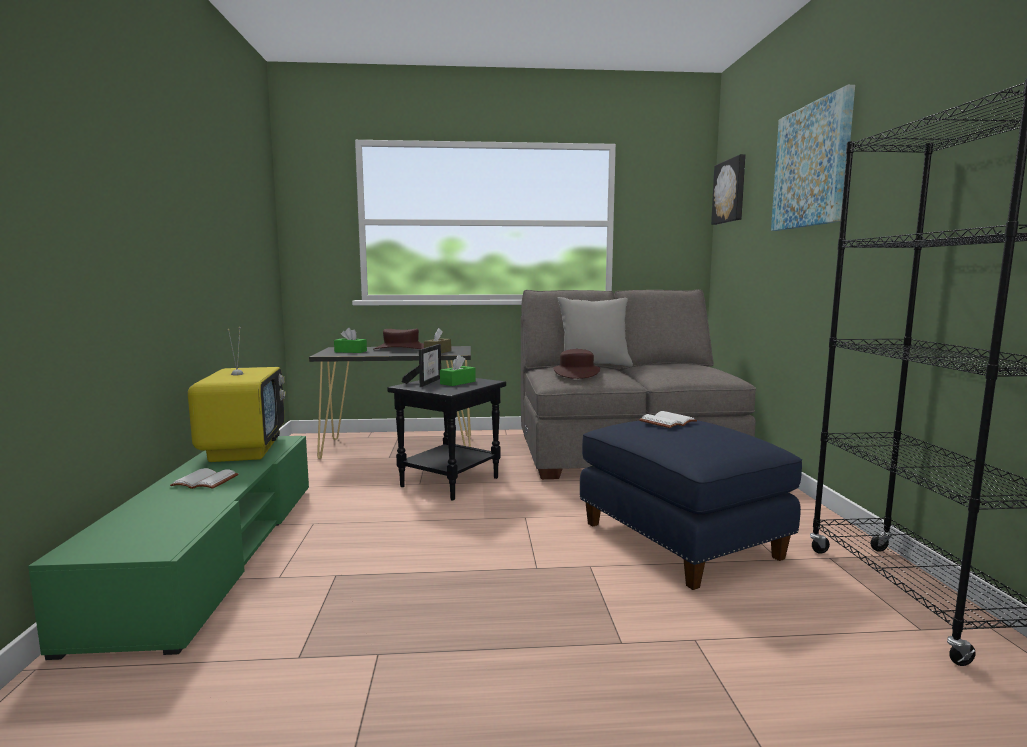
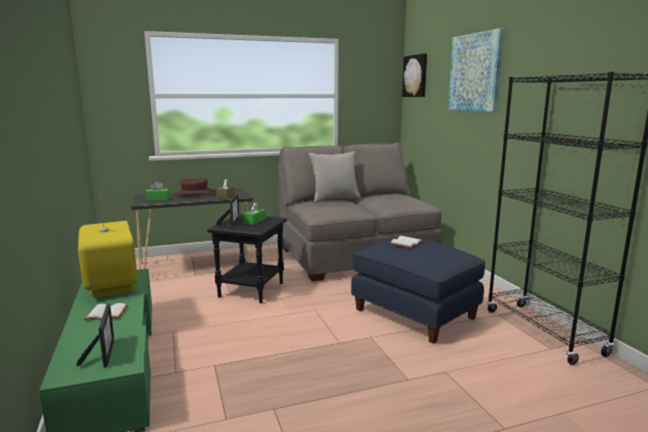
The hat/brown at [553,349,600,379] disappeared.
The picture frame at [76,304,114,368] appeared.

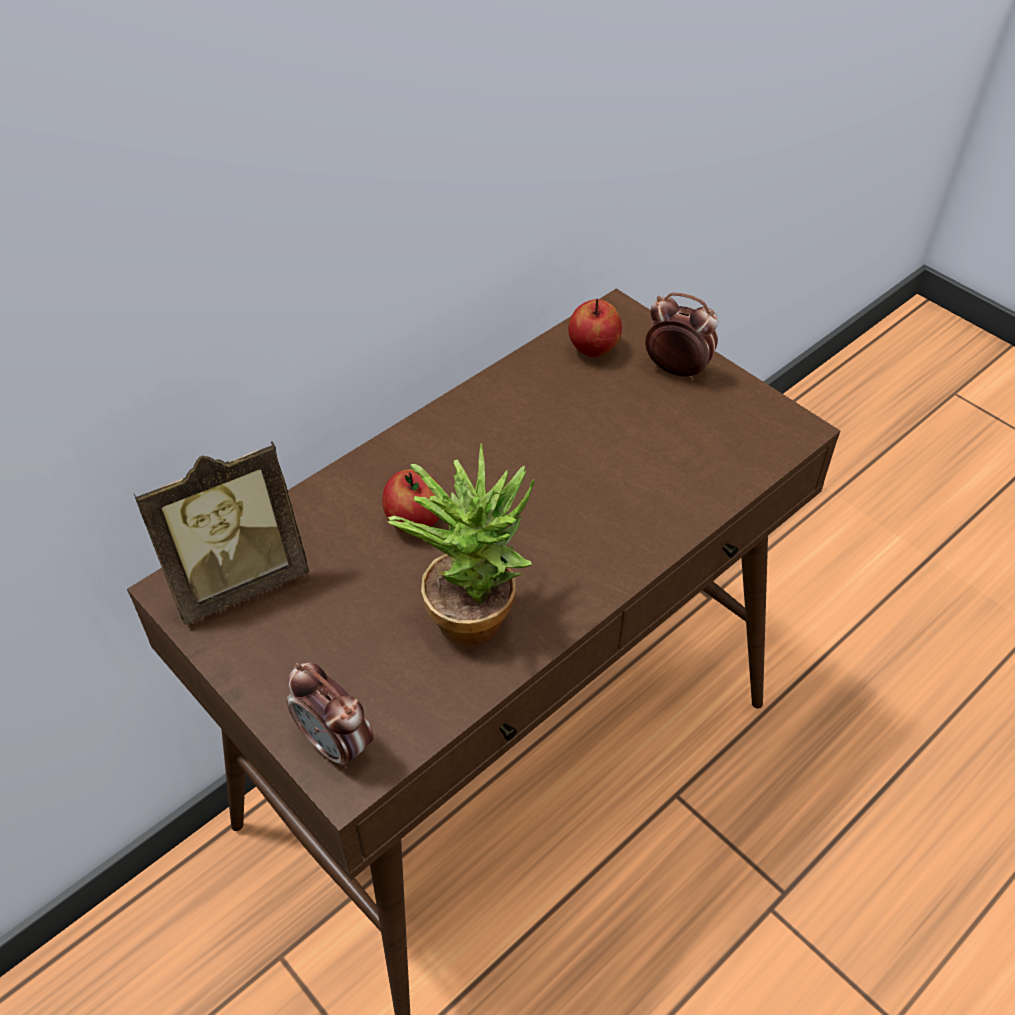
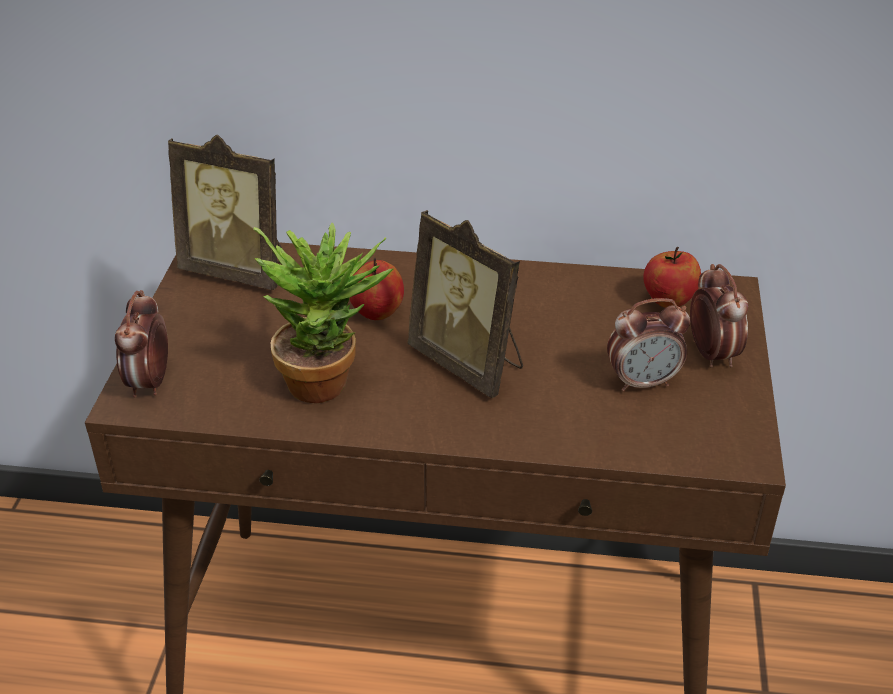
The picture frame at [407,210,523,398] appeared.
The alarm clock at [607,298,690,392] appeared.

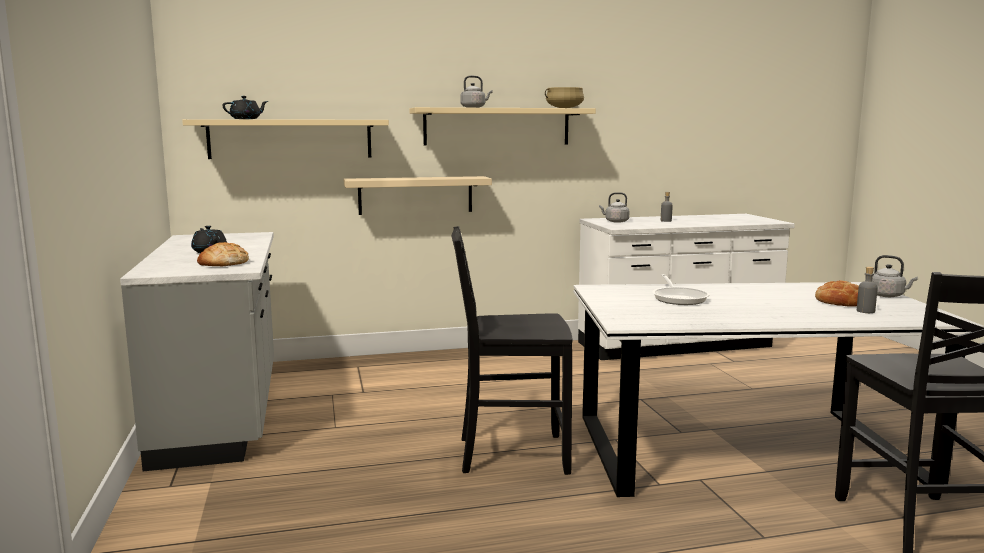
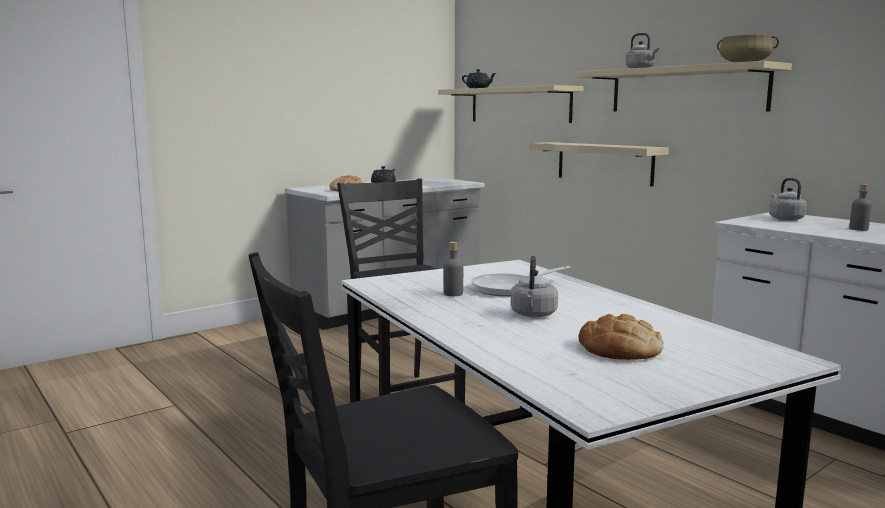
The bottle/grey moved from [857,267,878,313] to [443,242,463,296].
The kettle/grey moved from [872,255,918,297] to [511,256,558,317].

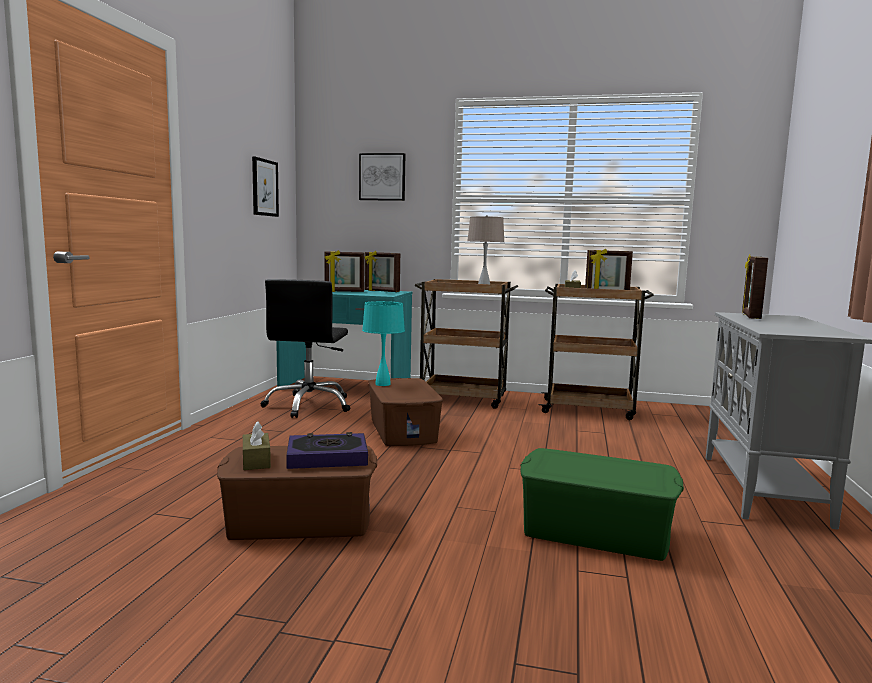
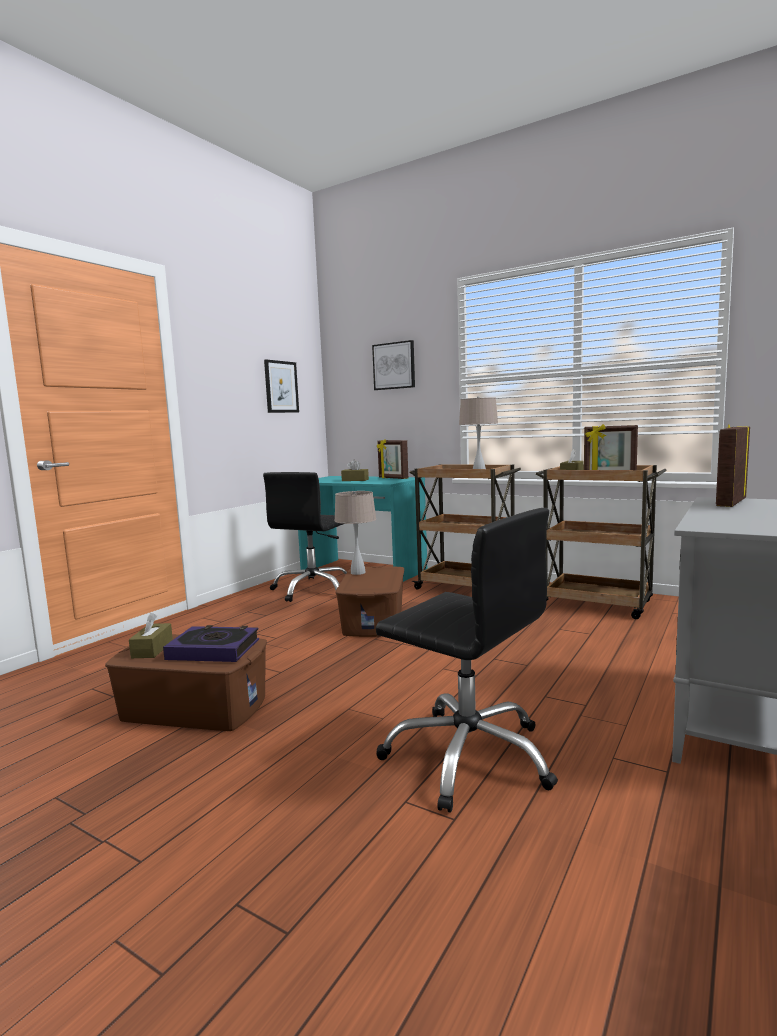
The picture frame at [324,250,365,292] was replaced by the tissue box/brown at [341,460,369,481].
The table lamp/turquoise at [362,301,405,386] became the table lamp/beige at [335,491,376,575].
The storage box/green at [520,448,684,561] was replaced by the office chair/black at [376,508,558,813].

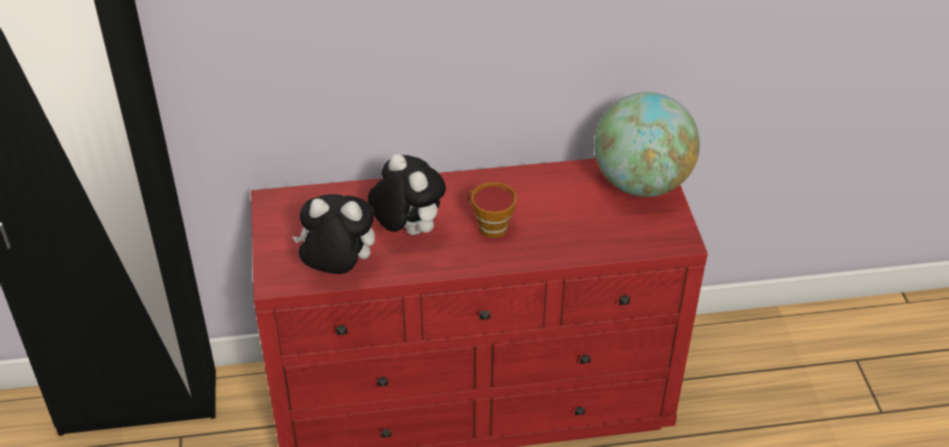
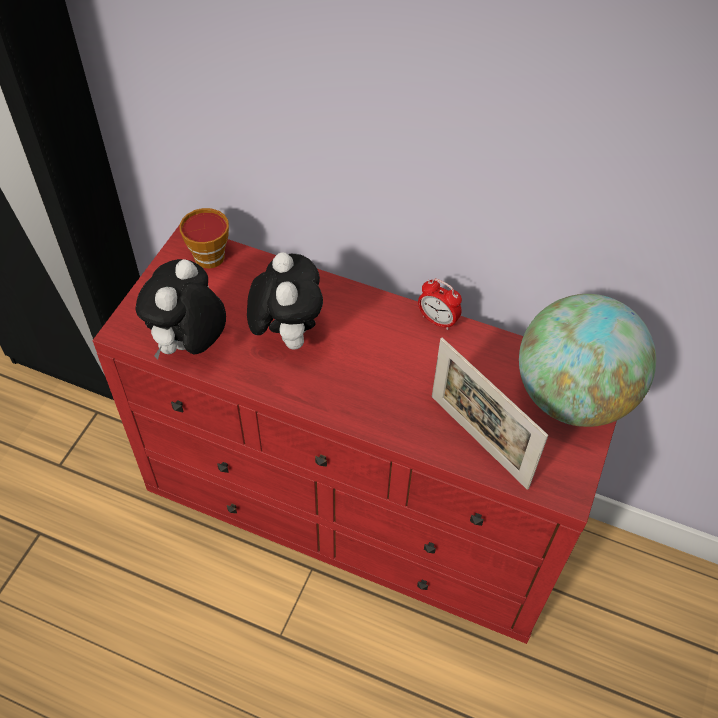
The plush toy at [292,194,375,274] turned 105 degrees counterclockwise.
The cup moved from [467,182,517,238] to [180,208,229,268].
The alarm clock at [418,279,462,330] appeared.
The picture frame at [432,338,548,490] appeared.

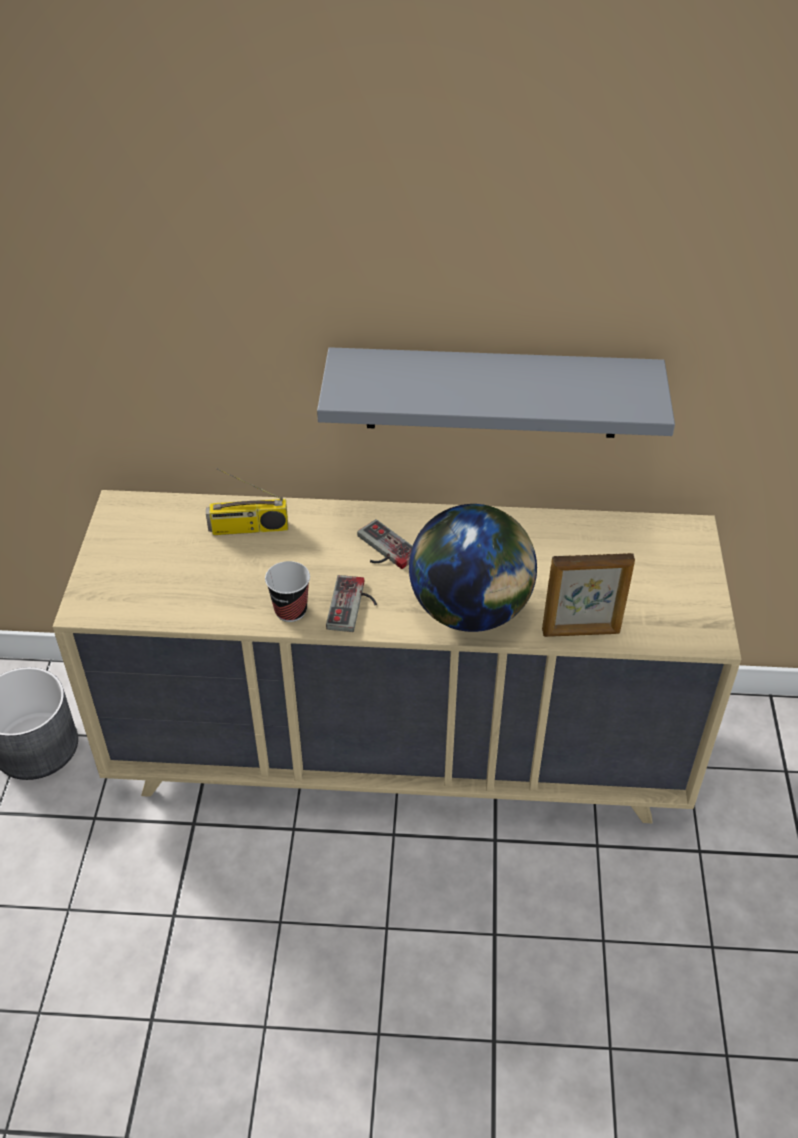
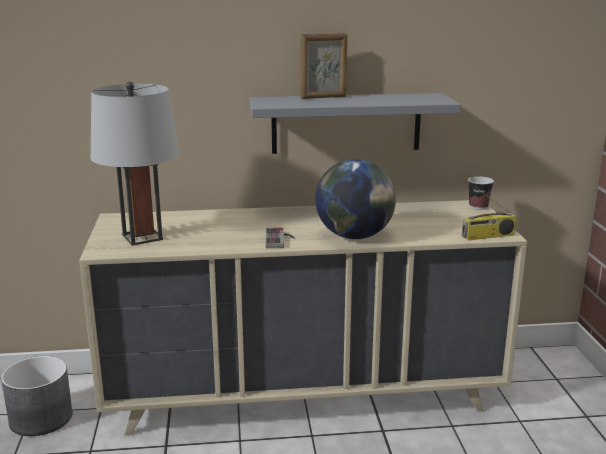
The radio moved from [206,468,288,535] to [462,187,516,240].
The cup moved from [265,561,310,622] to [468,176,494,210].
The game controller at [357,519,413,569] disappeared.
The picture frame moved from [542,553,635,637] to [300,33,348,99].
The table lamp/grey at [90,82,180,246] appeared.

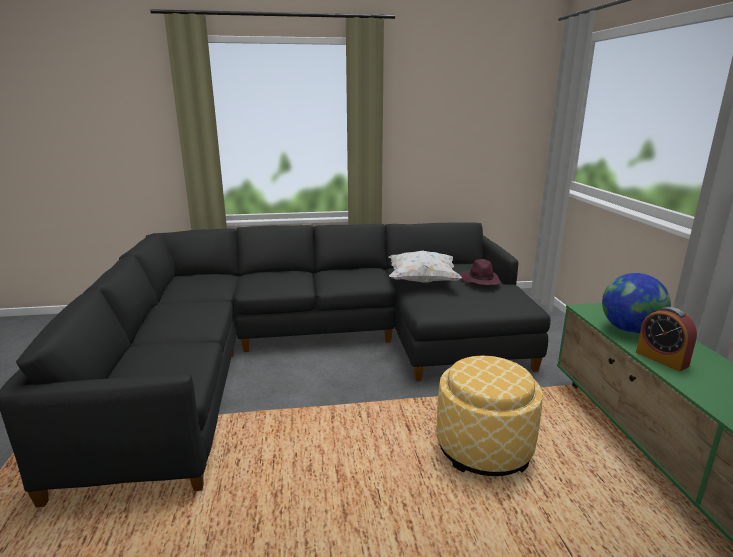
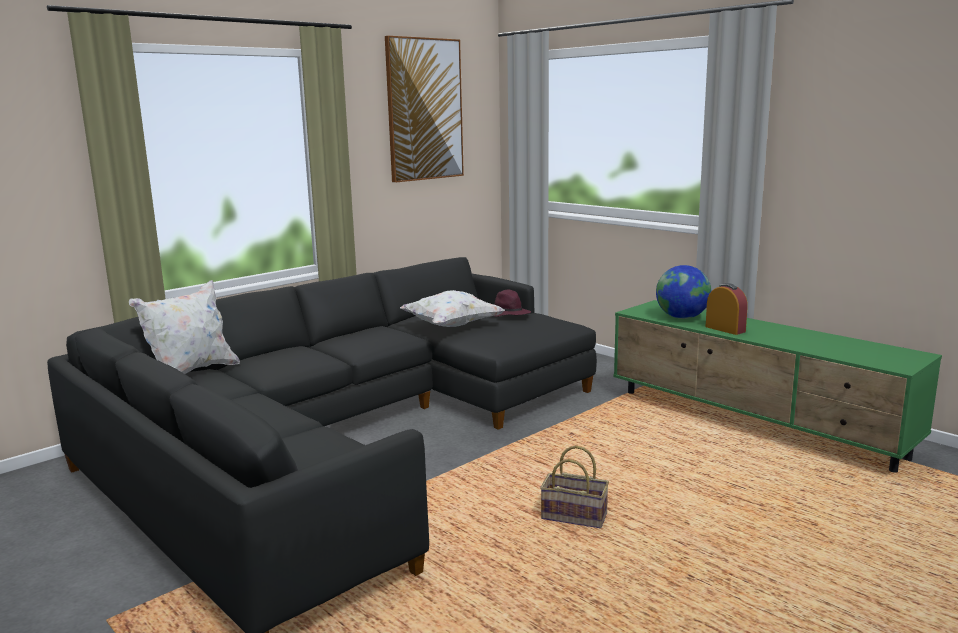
The ottoman at [437,356,543,476] disappeared.
The alarm clock at [636,307,697,371] turned 150 degrees counterclockwise.
The pillow/white at [129,280,240,374] appeared.
The picture at [385,36,464,183] appeared.
The basket at [540,445,609,528] appeared.

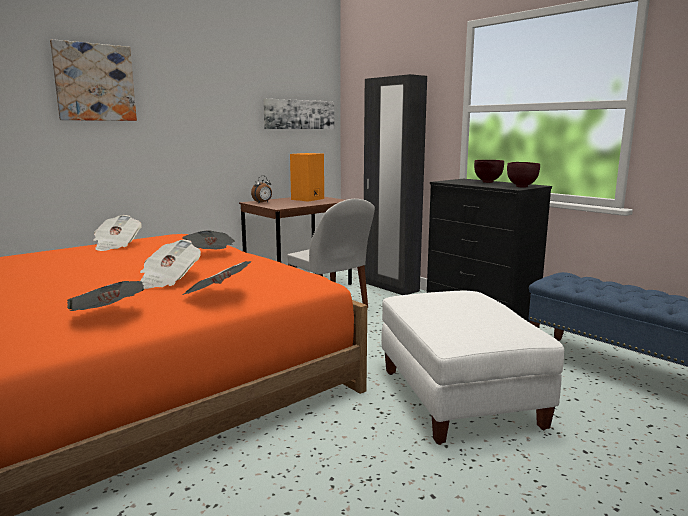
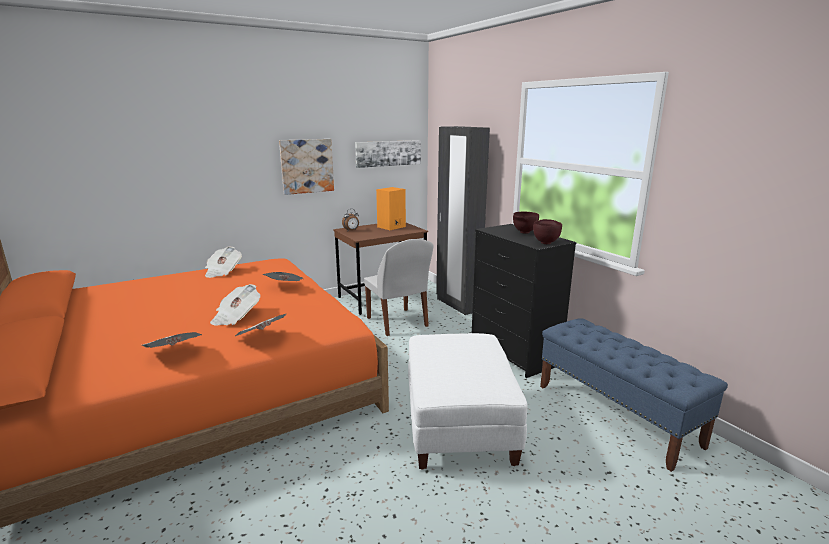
The picture moved from [50,39,137,121] to [279,139,334,195].

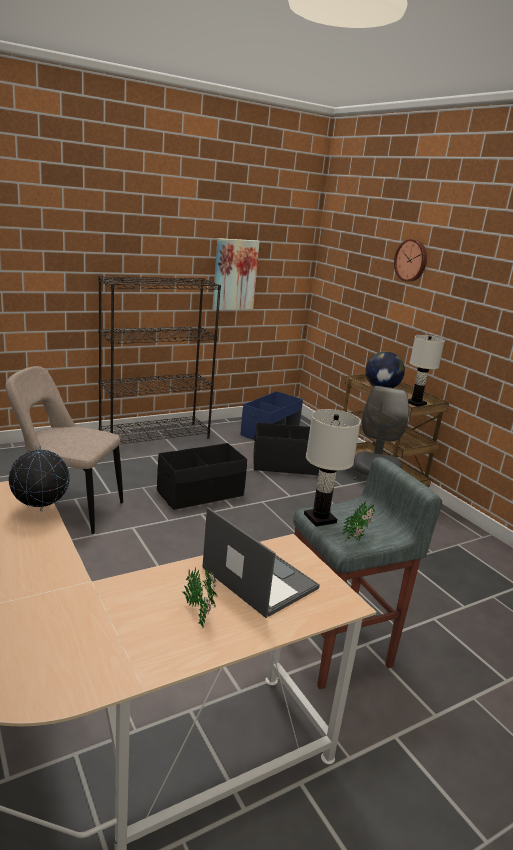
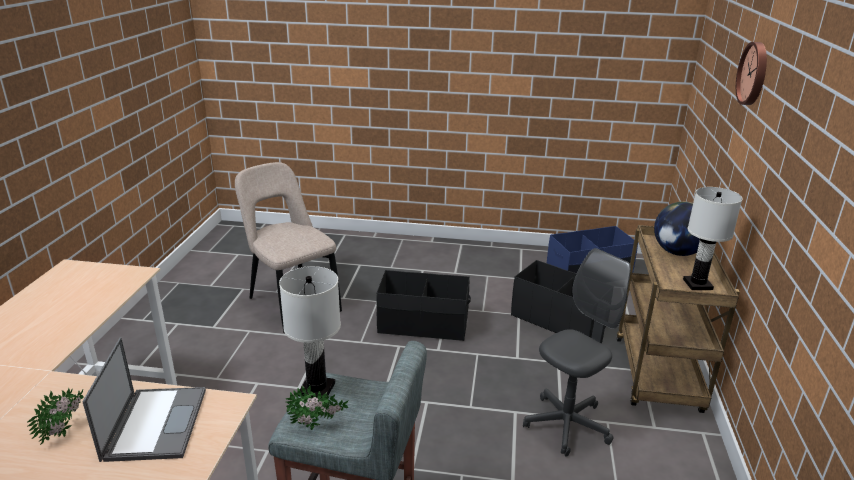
The globe at [9,446,70,511] disappeared.
The bookcase/black at [98,276,221,444] disappeared.
The picture at [212,238,260,310] disappeared.

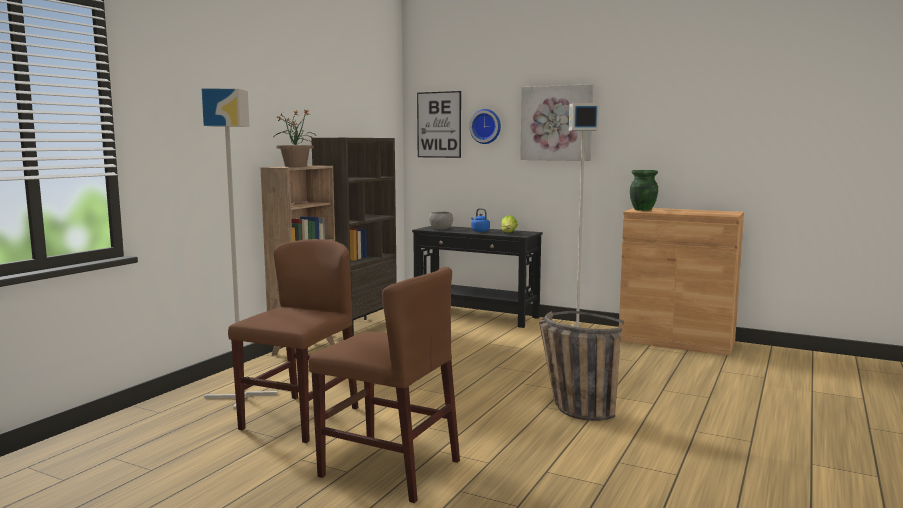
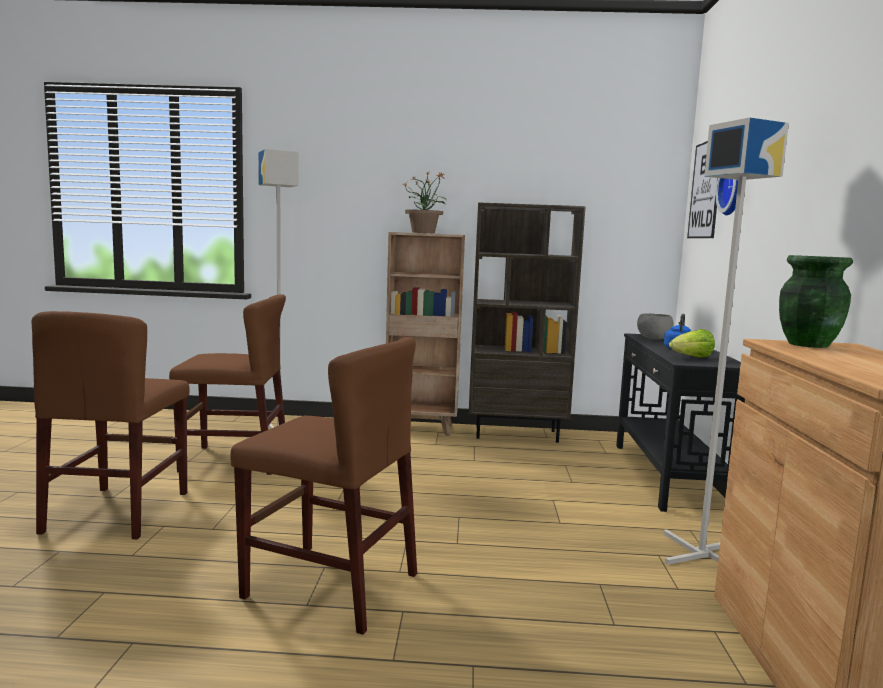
The picture at [520,84,594,161] disappeared.
The basket at [539,311,624,421] was replaced by the chair/brown at [230,337,417,635].

